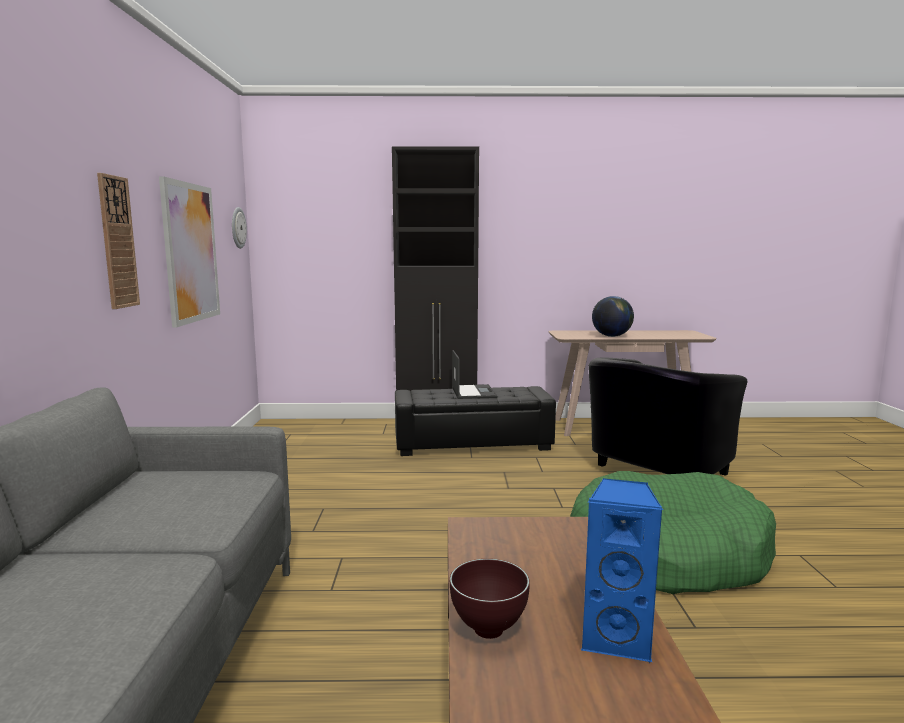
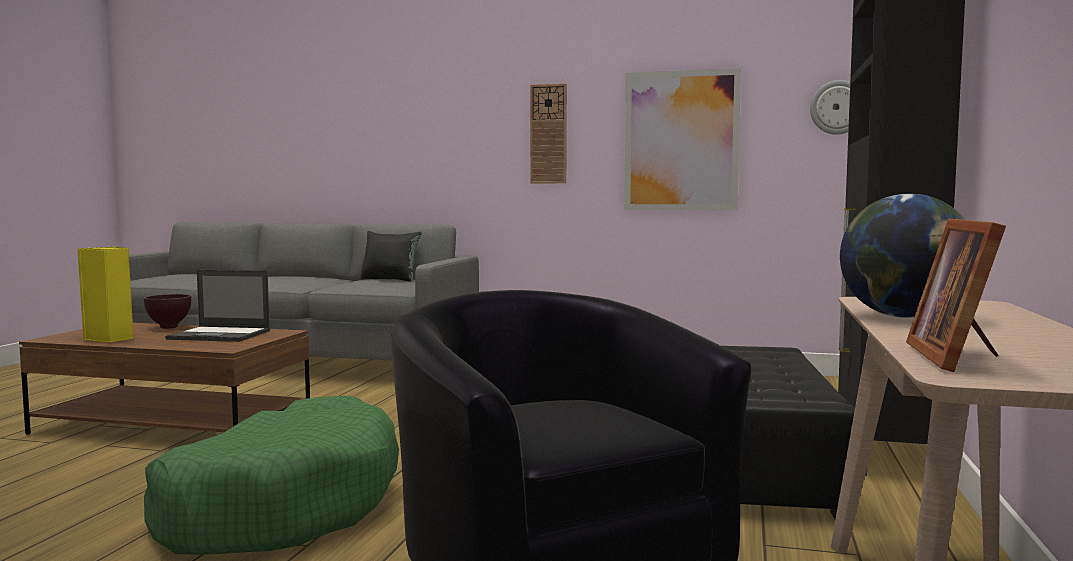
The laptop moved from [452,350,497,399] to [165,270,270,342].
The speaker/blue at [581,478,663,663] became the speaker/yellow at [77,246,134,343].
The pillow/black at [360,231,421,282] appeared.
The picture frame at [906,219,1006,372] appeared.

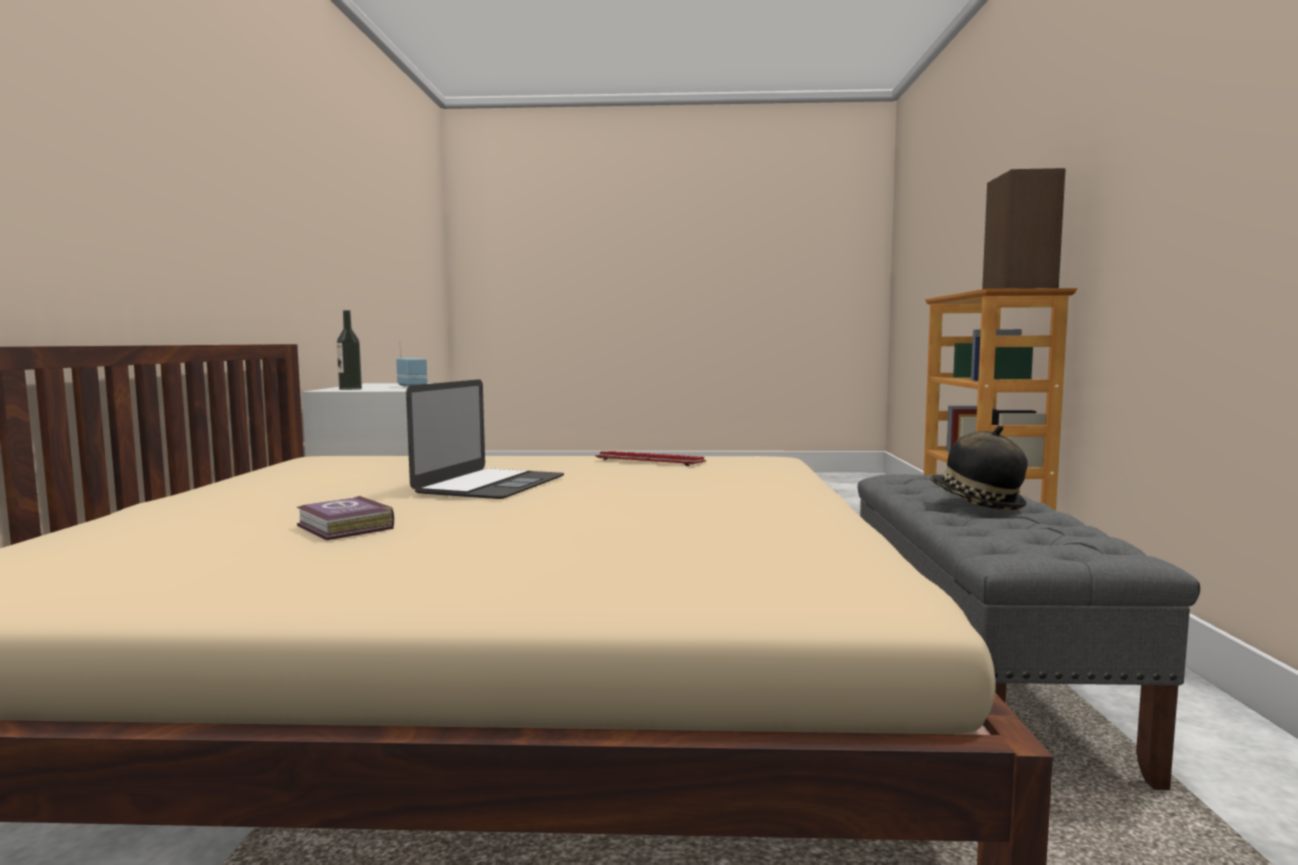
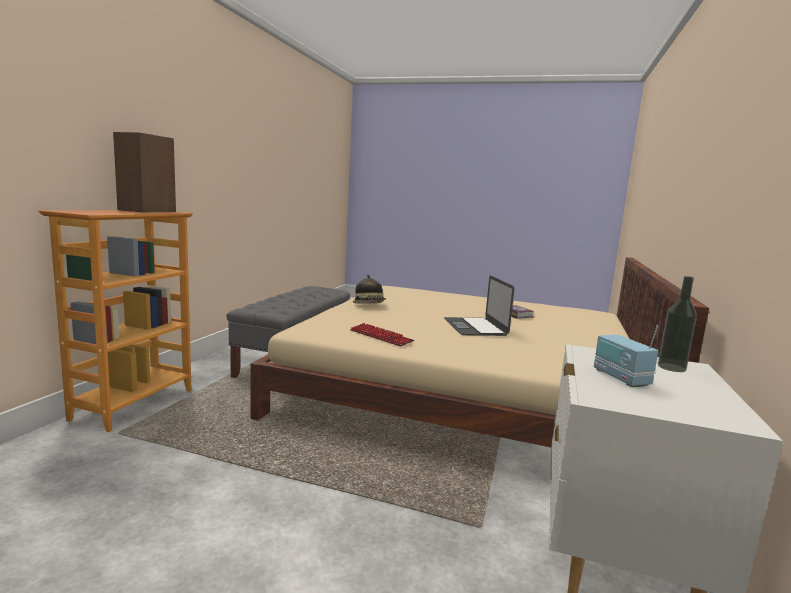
The laptop at [406,379,564,499] turned 45 degrees counterclockwise.
The hat moved from [930,425,1028,510] to [353,275,386,304].

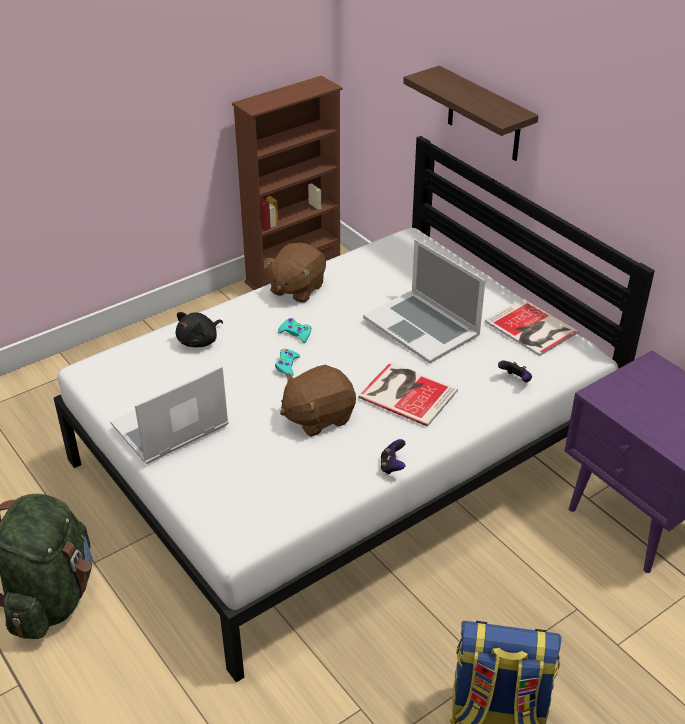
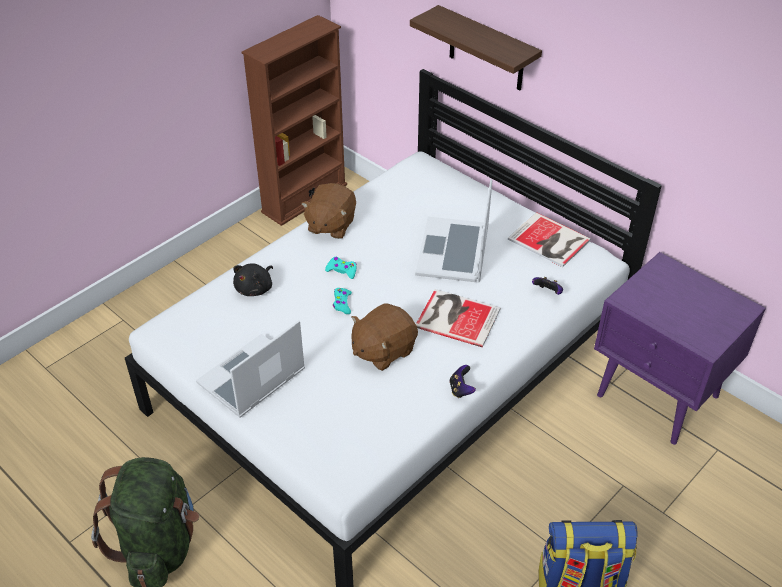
The laptop at [363,239,486,364] turned 60 degrees clockwise.

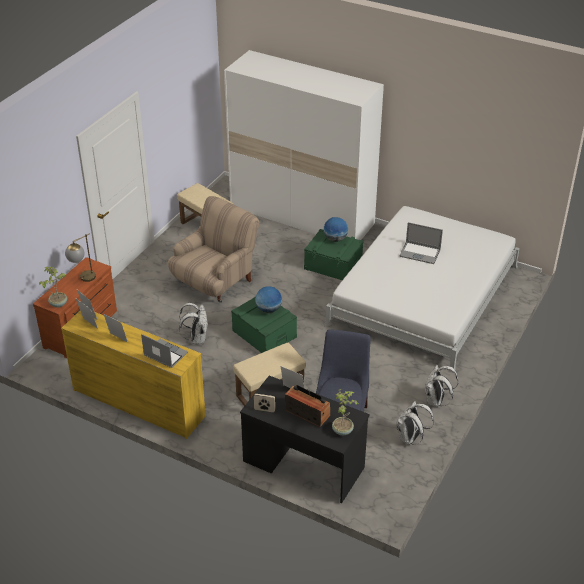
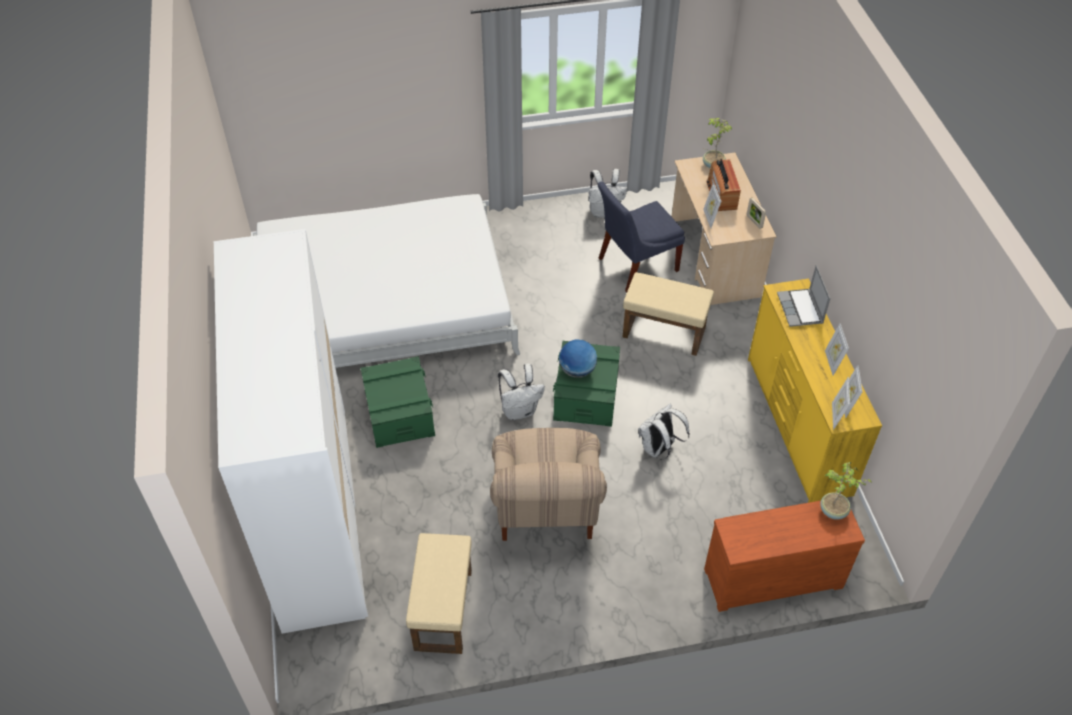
The table lamp at [65,233,96,282] disappeared.
The armchair/beige at [168,196,259,303] turned 90 degrees counterclockwise.
The desk/black at [240,375,370,504] became the desk/beige at [671,153,777,305].
The globe at [324,217,348,242] disappeared.
The laptop at [399,222,443,264] disappeared.
The backpack/white moved from [425,365,458,407] to [498,363,545,420].

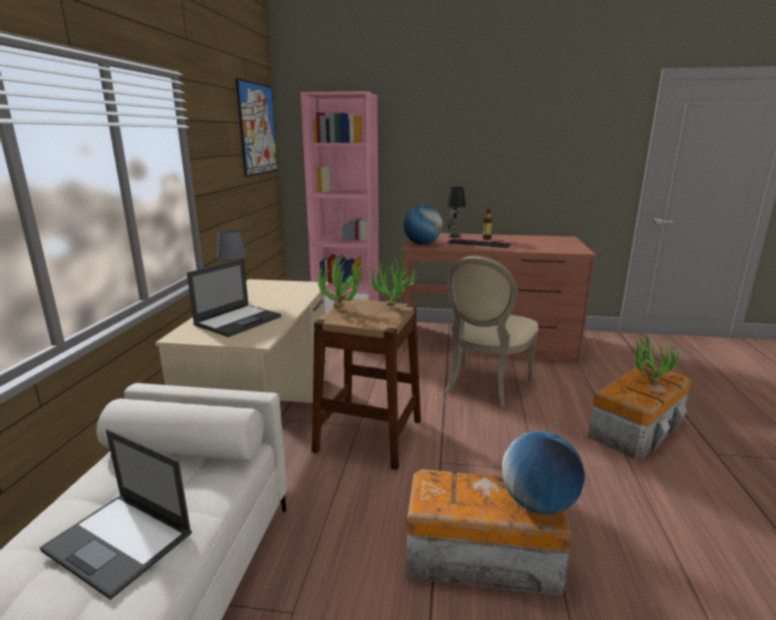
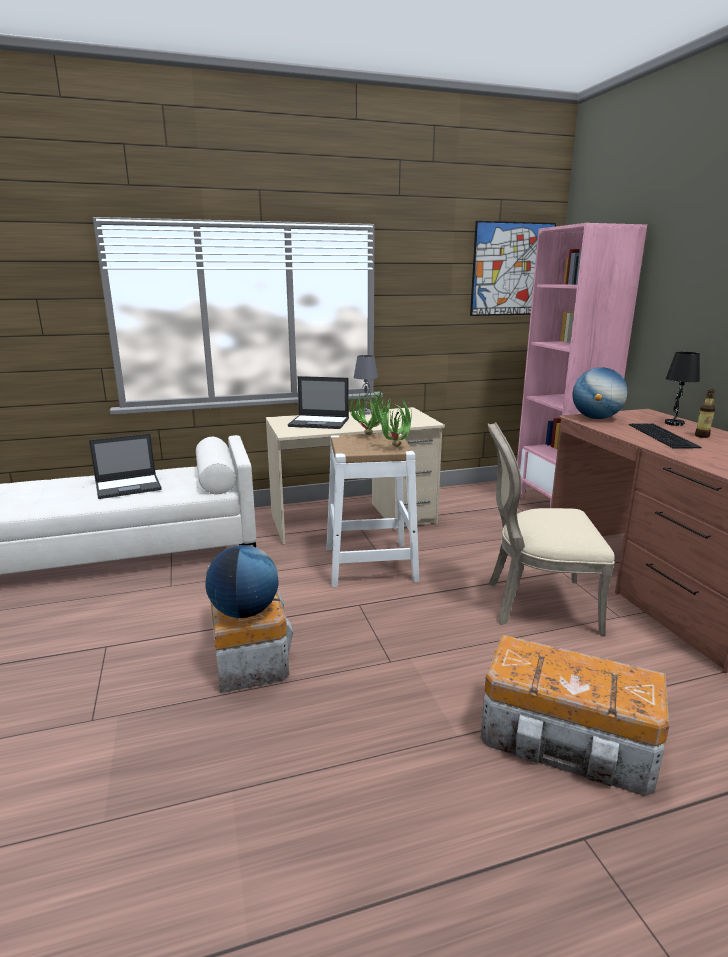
The laptop at [40,429,192,600] turned 120 degrees counterclockwise.
The stool/brown at [312,299,421,470] became the stool/white at [326,433,420,587].
The potted plant at [633,333,679,383] disappeared.

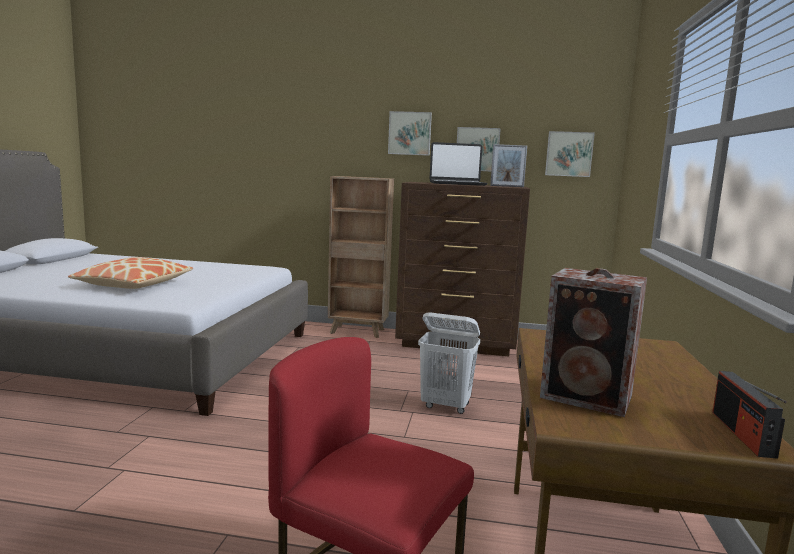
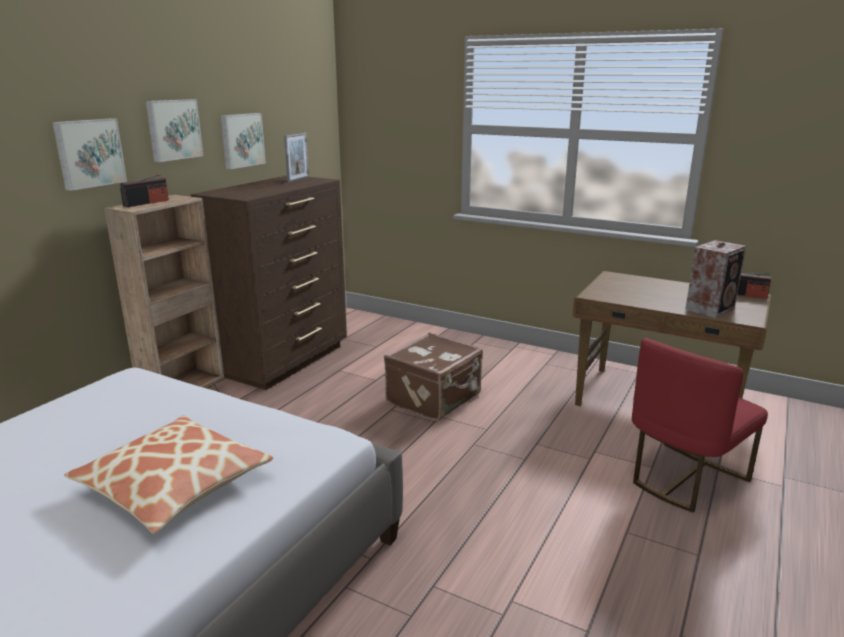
The laundry basket/white at [418,312,480,414] was replaced by the suitcase/brown at [384,333,483,421].
The laptop at [430,142,487,186] disappeared.
The picture moved from [545,131,595,177] to [52,118,127,191].
The radio at [120,174,169,207] appeared.

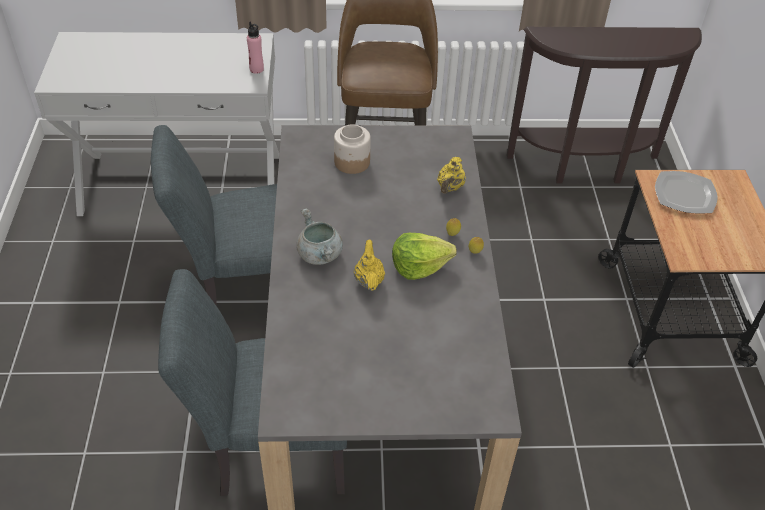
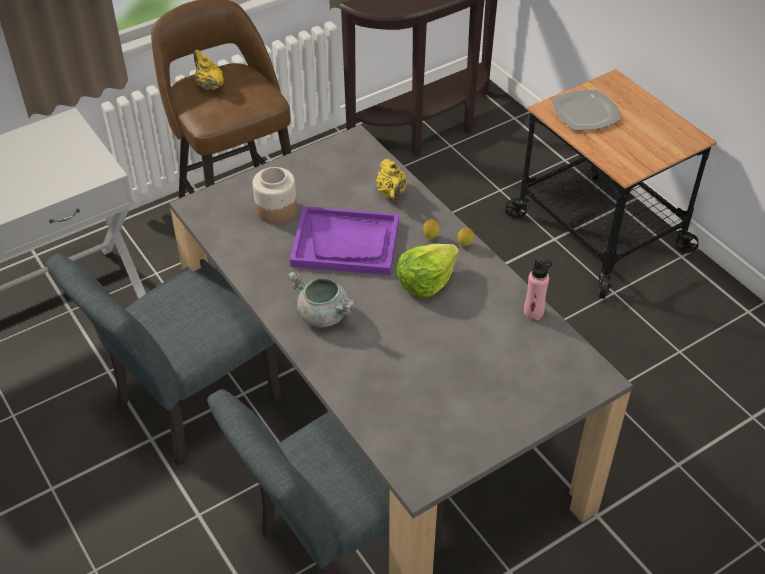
The bottle/pink moved from [247,21,264,74] to [524,259,552,320].
The teapot/yellow moved from [354,239,385,291] to [194,49,224,90].
The tray/purple at [290,206,399,275] appeared.

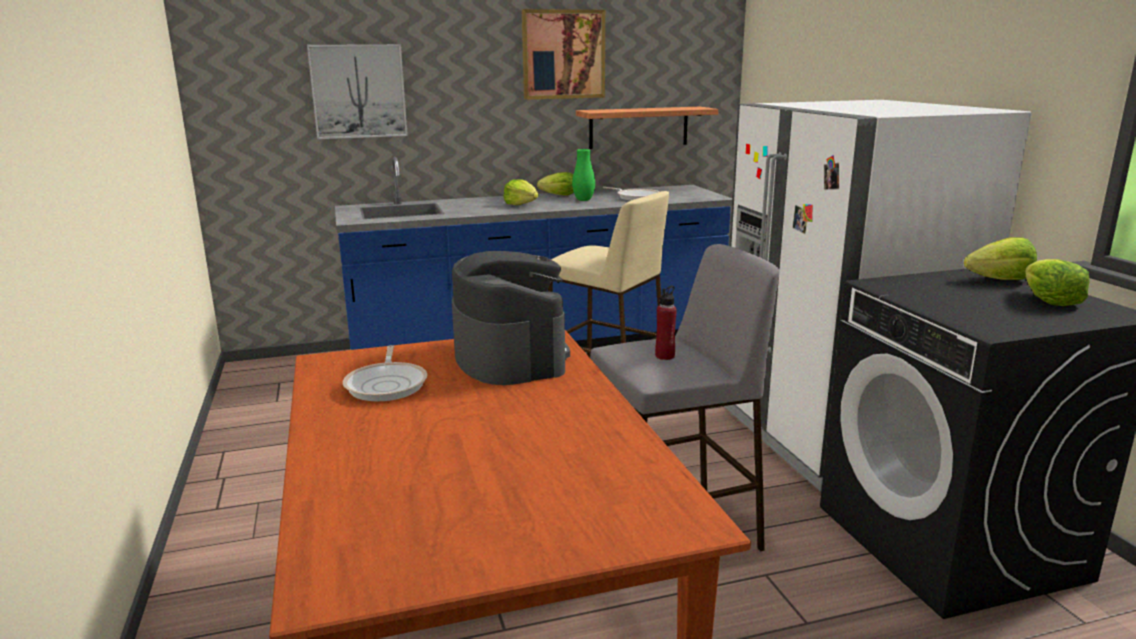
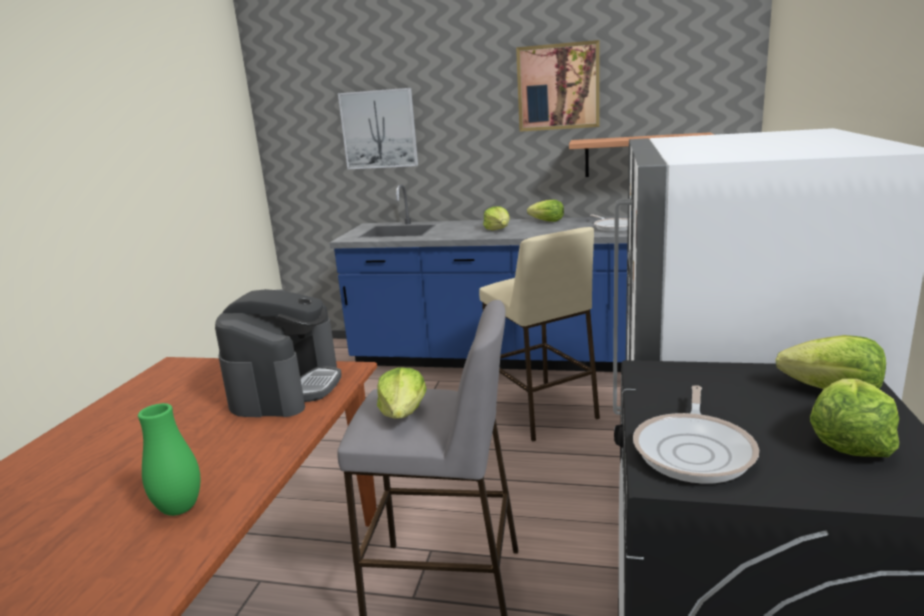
The frying pan moved from [343,345,427,401] to [633,385,759,484].
The vase/green moved from [572,149,595,201] to [138,403,201,516].
The bottle/red at [655,286,677,360] was replaced by the lettuce at [377,367,426,419].

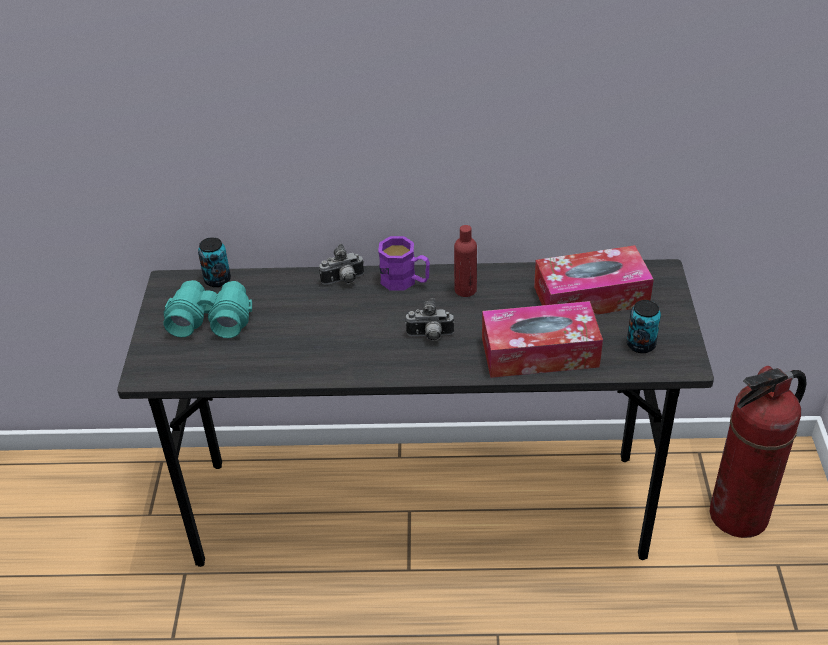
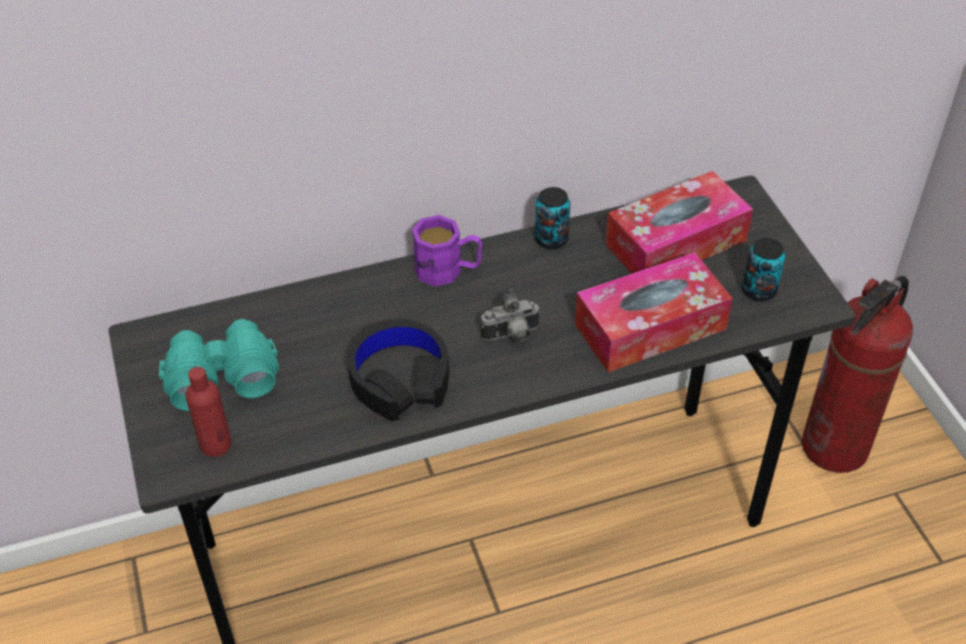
The can moved from [198,237,231,287] to [535,187,570,249].
The photo camera at [319,244,364,285] disappeared.
The bottle/red moved from [454,225,477,297] to [186,367,232,457].
The headphones/black at [348,318,449,421] appeared.

